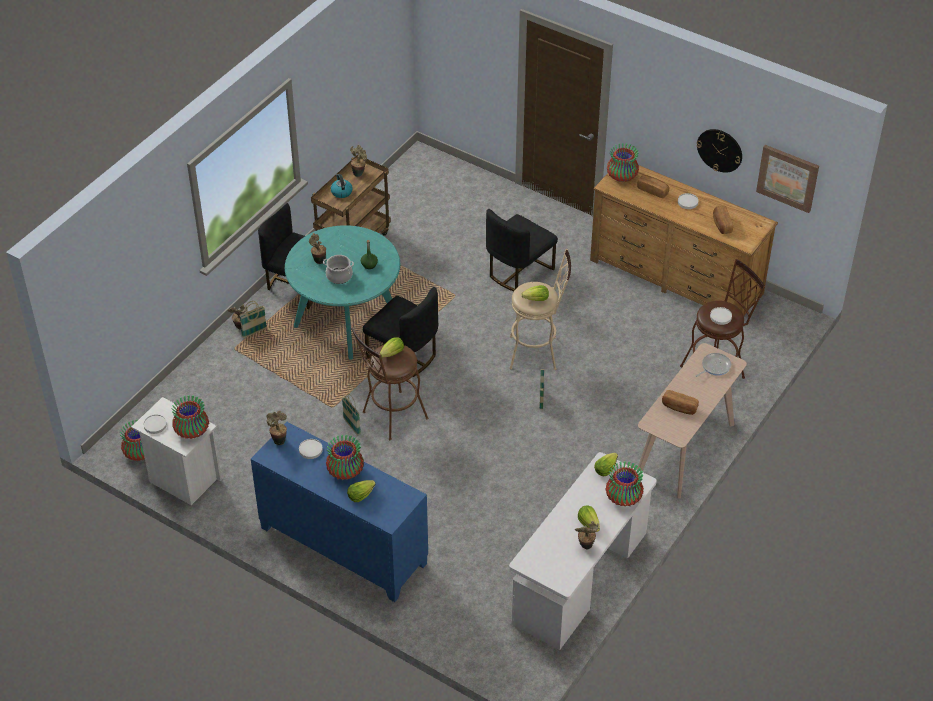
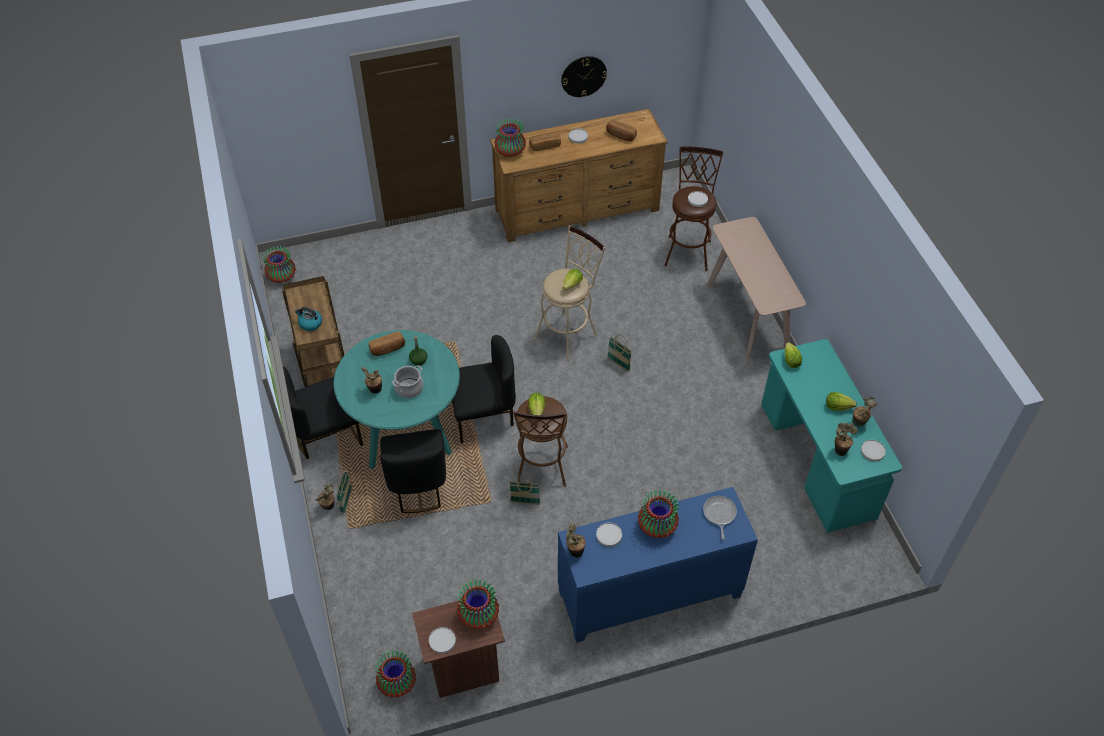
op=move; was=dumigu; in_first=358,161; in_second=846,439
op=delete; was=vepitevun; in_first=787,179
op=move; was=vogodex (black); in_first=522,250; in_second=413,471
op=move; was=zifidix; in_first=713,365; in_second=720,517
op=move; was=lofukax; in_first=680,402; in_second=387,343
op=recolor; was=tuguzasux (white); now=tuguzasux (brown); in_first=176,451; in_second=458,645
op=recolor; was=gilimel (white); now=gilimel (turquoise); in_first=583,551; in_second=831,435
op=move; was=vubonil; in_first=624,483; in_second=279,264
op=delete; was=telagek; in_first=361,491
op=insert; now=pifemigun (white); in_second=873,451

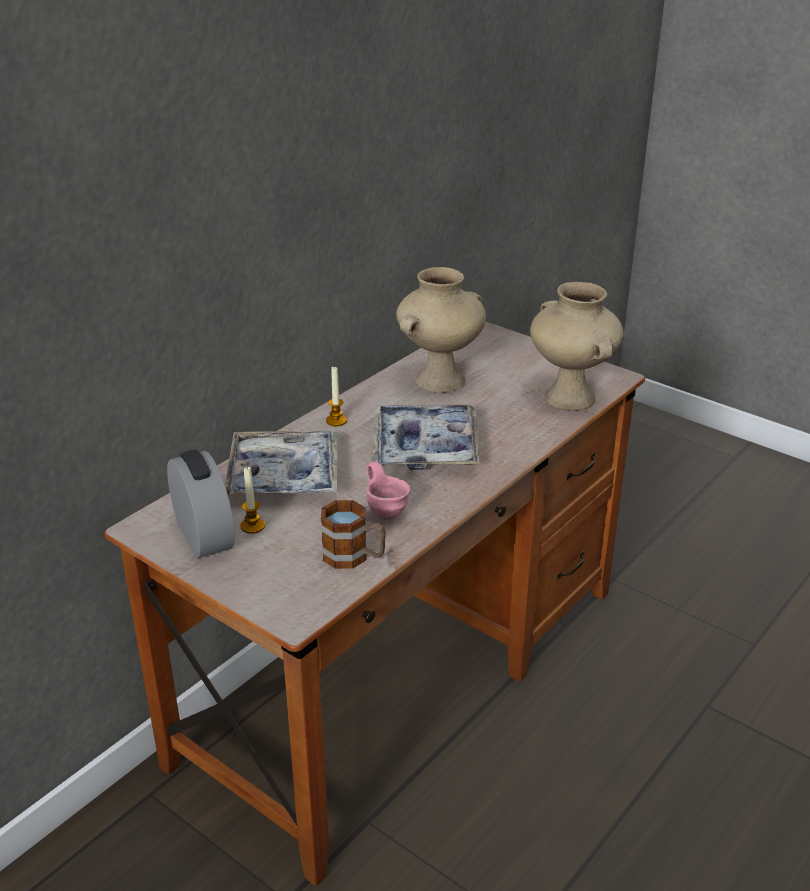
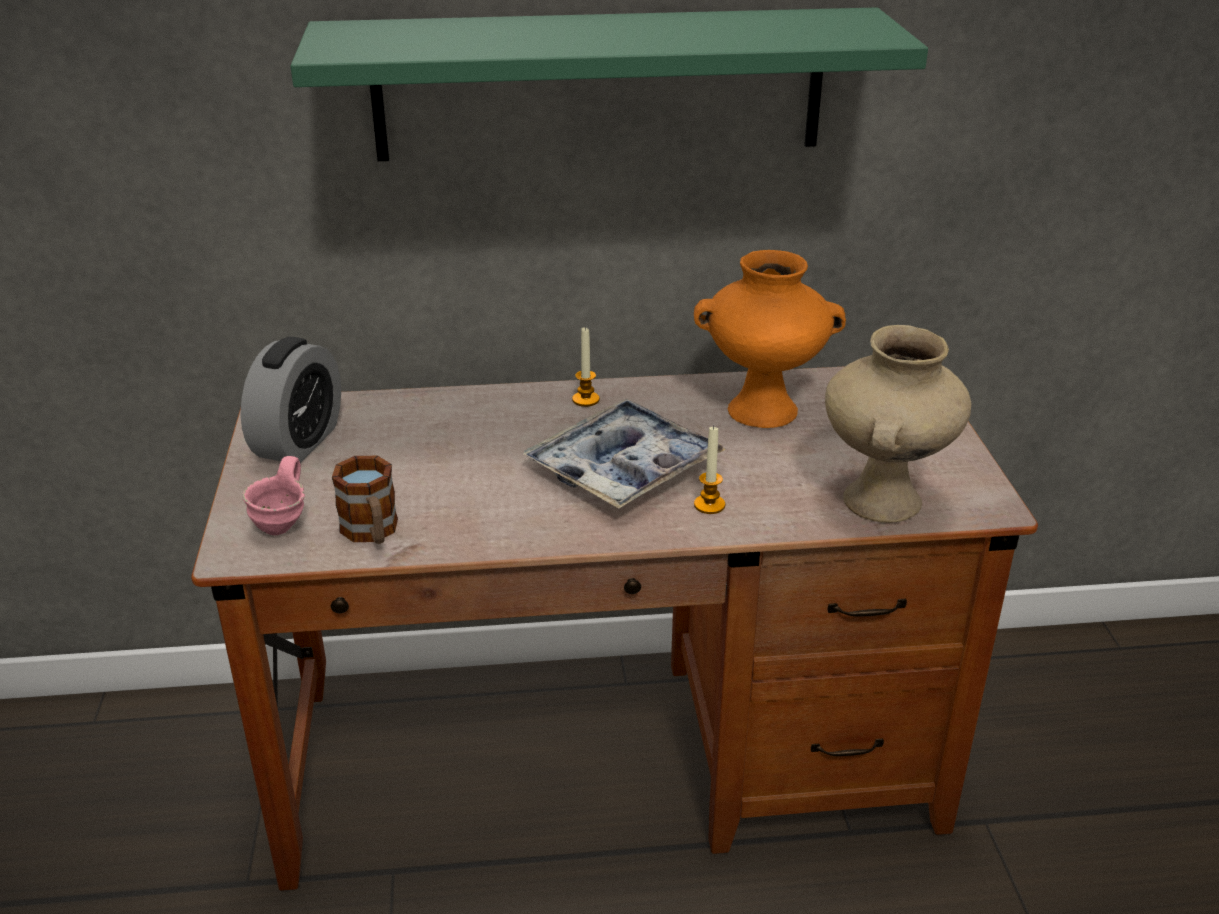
op=recolor; was=vubonil (beige); now=vubonil (orange); in_first=441,330; in_second=770,339
op=delete; was=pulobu; in_first=281,462
op=move; was=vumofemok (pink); in_first=388,491; in_second=273,495
op=move; was=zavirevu; in_first=252,500; in_second=709,469
op=insert; now=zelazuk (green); in_second=609,84

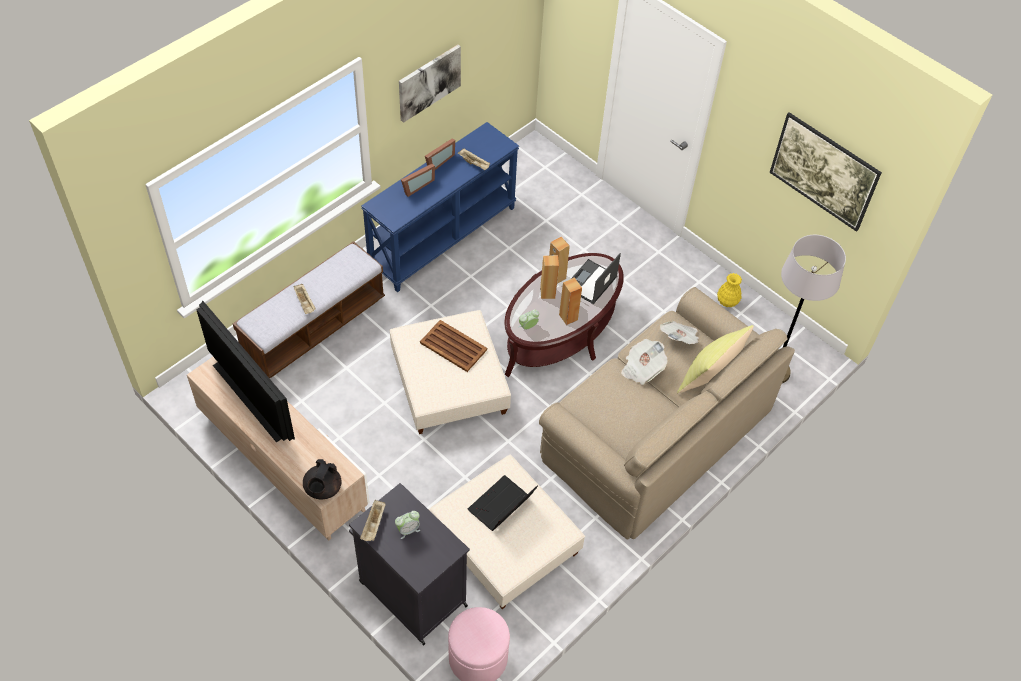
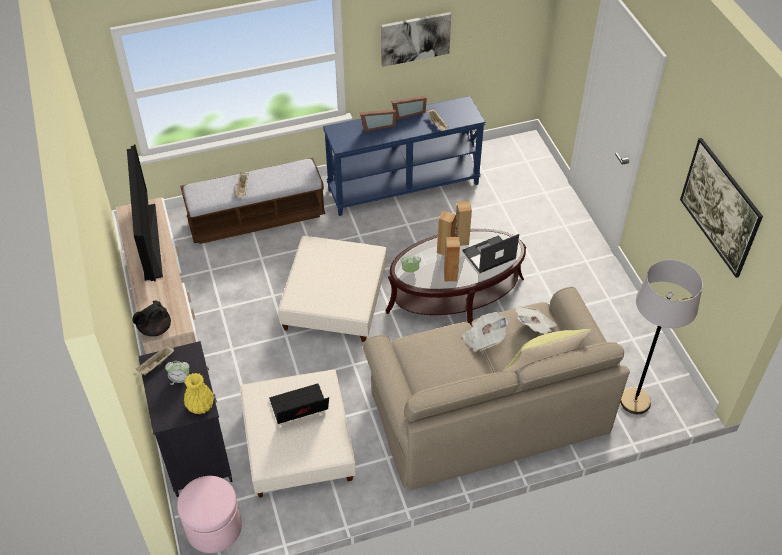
op=move; was=vubonil (yellow); in_first=729,290; in_second=199,393
op=delete; was=pulobu (brown); in_first=453,346

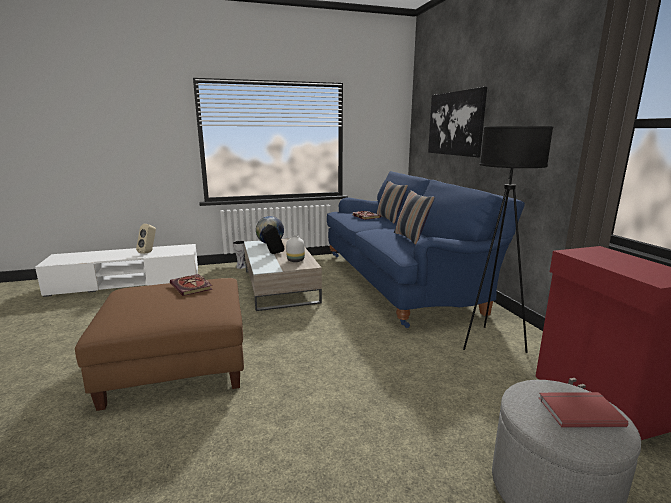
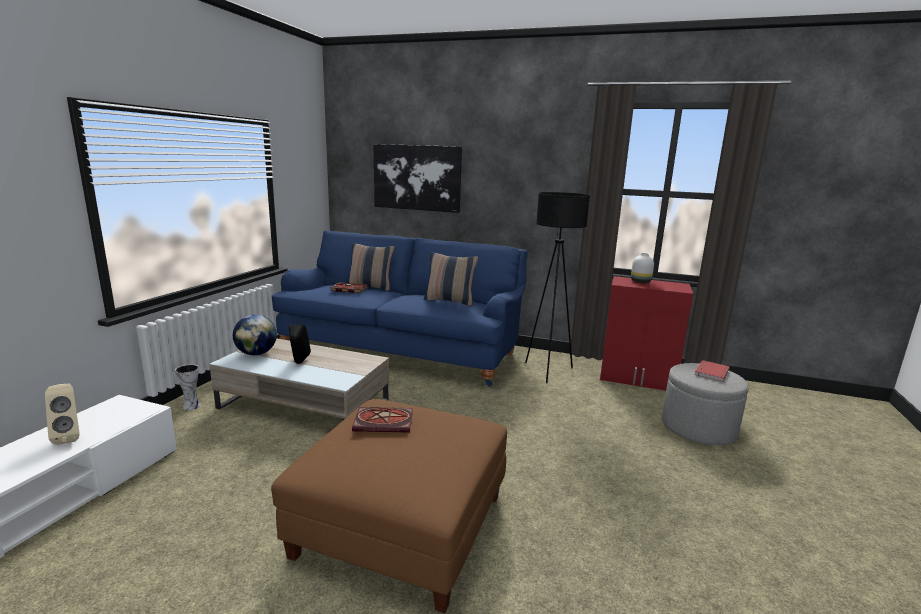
op=move; was=vubonil (white); in_first=295,248; in_second=642,268

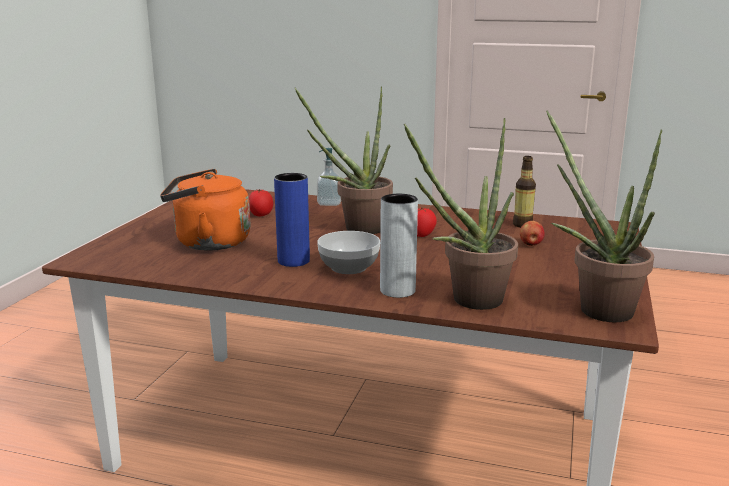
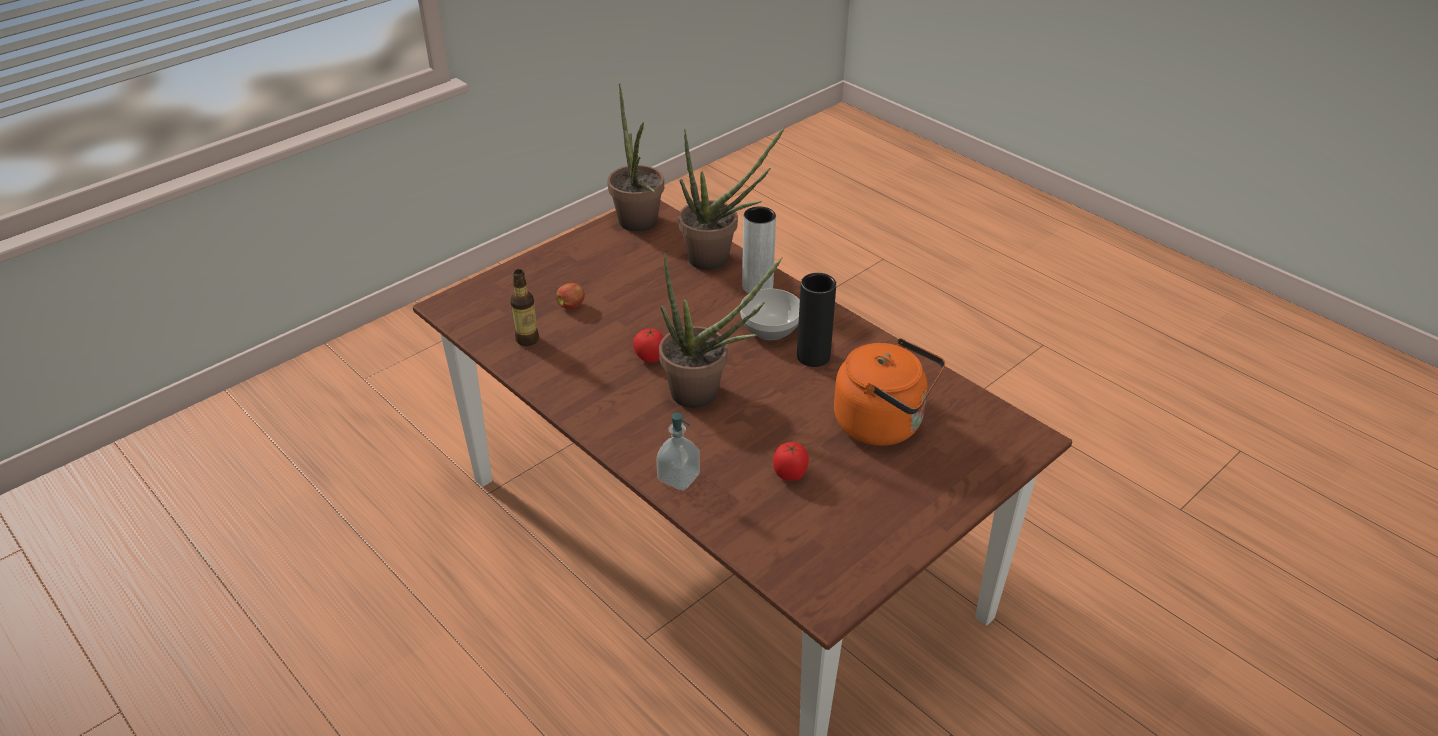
op=recolor; was=vubonil (blue); now=vubonil (black); in_first=292,220; in_second=816,320

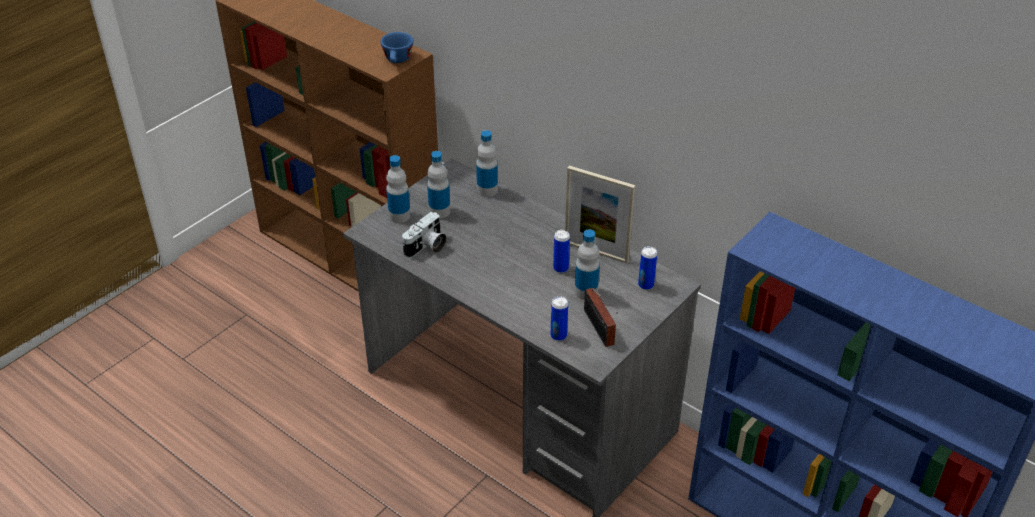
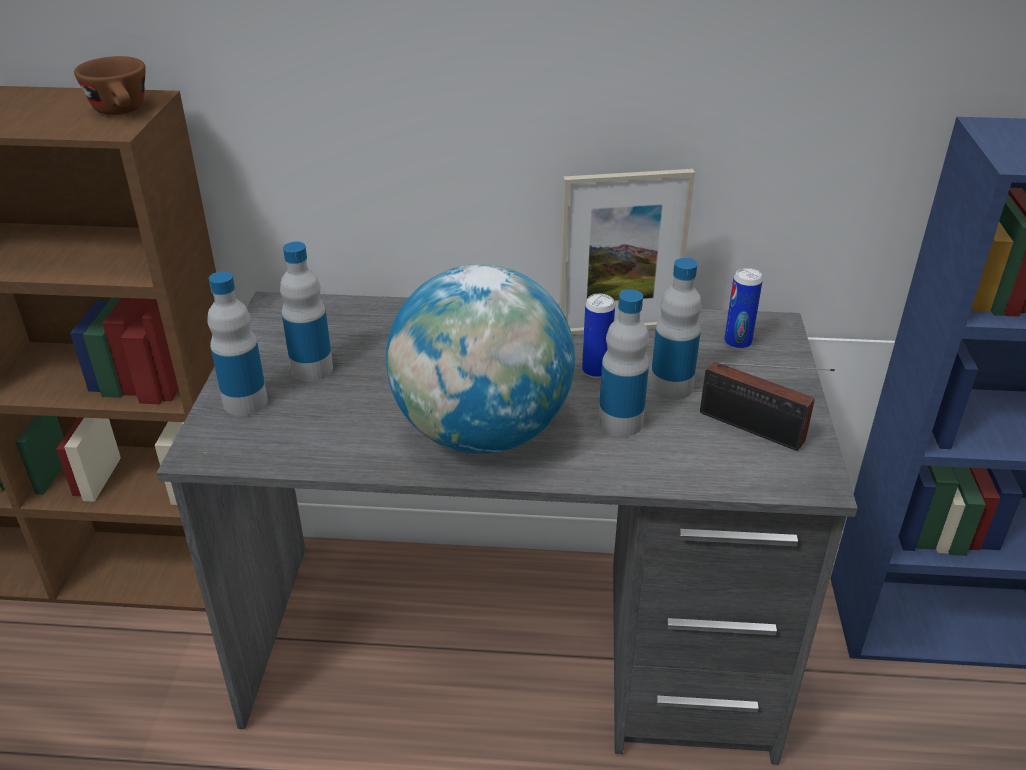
op=recolor; was=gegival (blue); now=gegival (brown); in_first=397,47; in_second=110,85
op=move; was=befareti; in_first=487,163; in_second=623,363
op=delete; was=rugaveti; in_first=424,235
op=delete; was=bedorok; in_first=559,318
op=insert; now=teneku; in_second=480,359

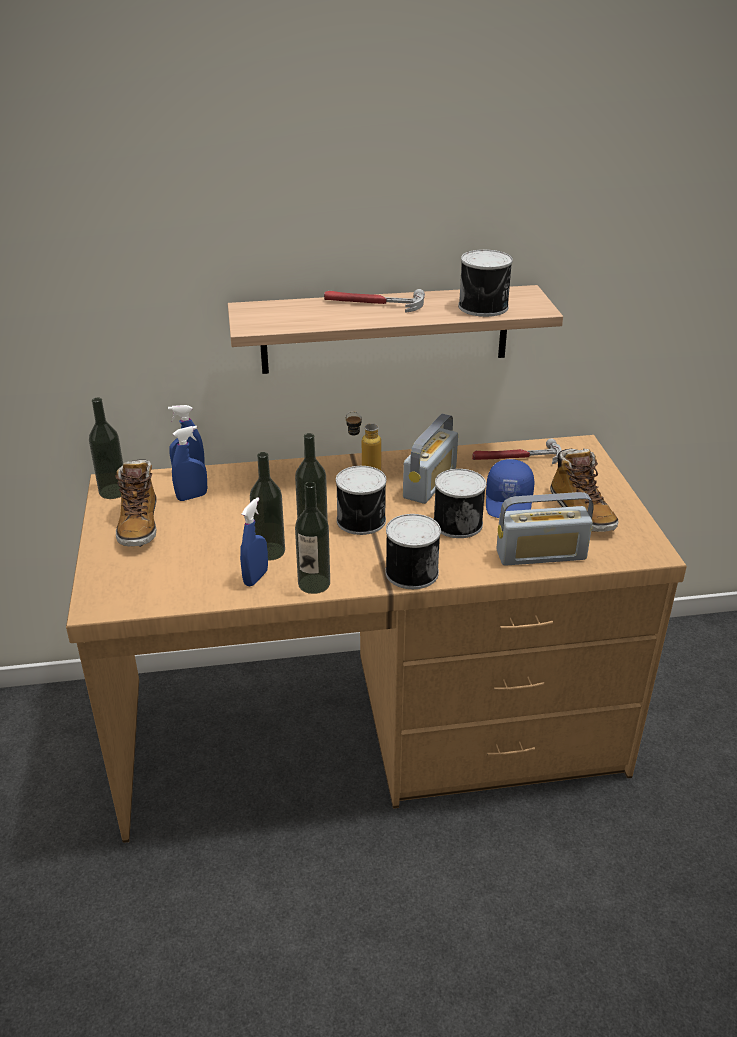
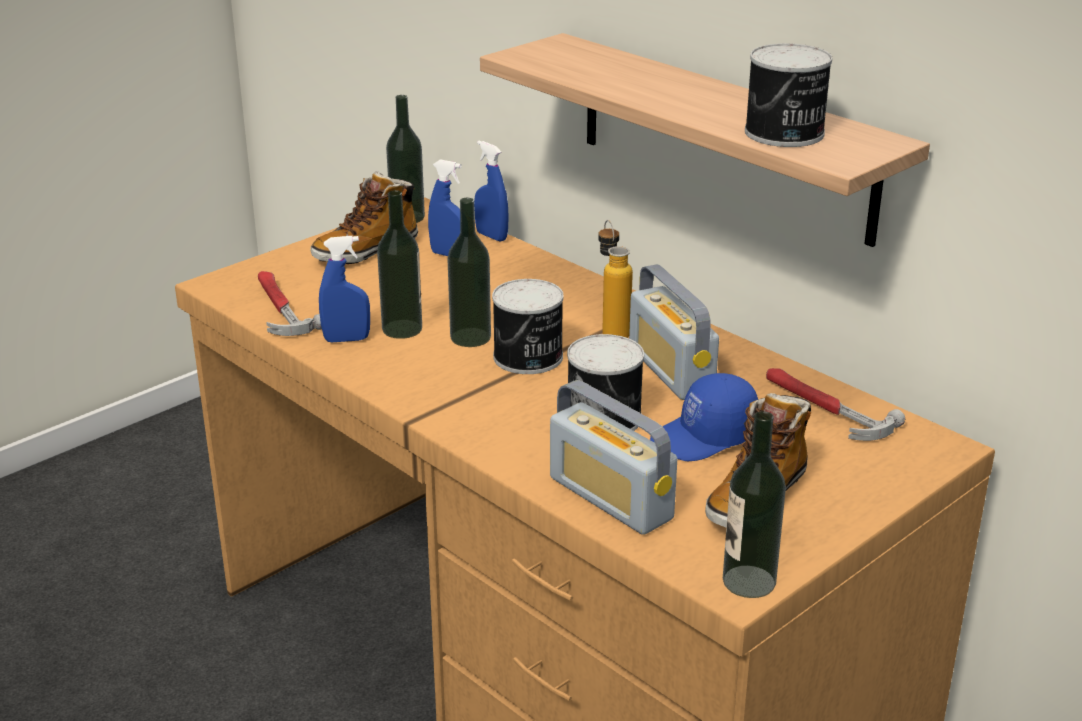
op=move; was=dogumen; in_first=374,301; in_second=290,303
op=rotate; was=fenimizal; in_first=430,459; in_second=674,332; clockwise=75
op=move; was=befareti; in_first=312,538; in_second=754,504
op=delete; was=bedorok; in_first=413,551

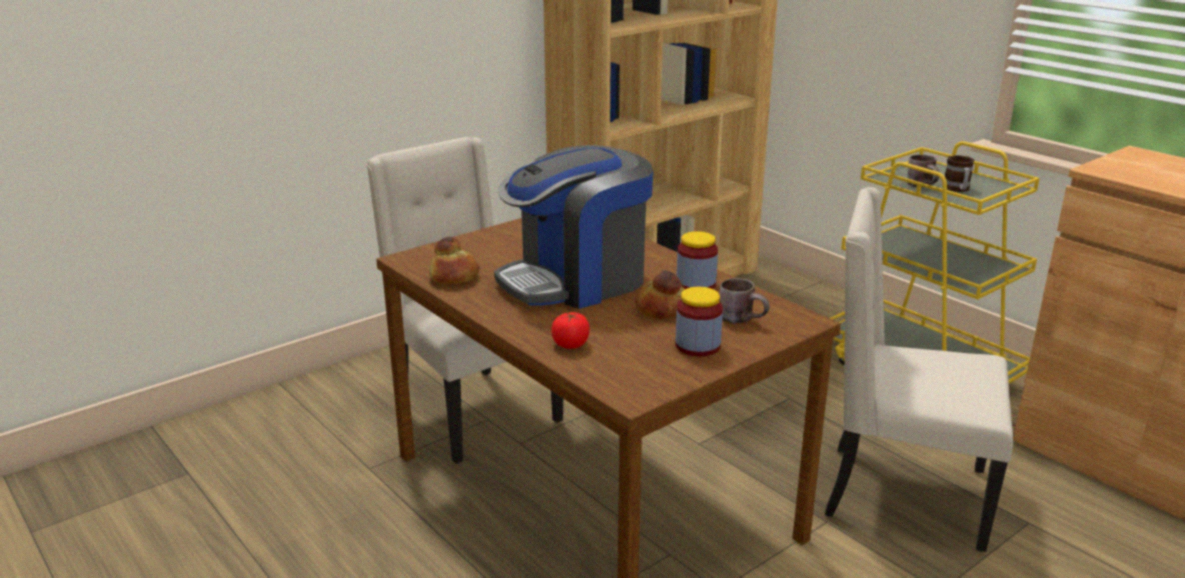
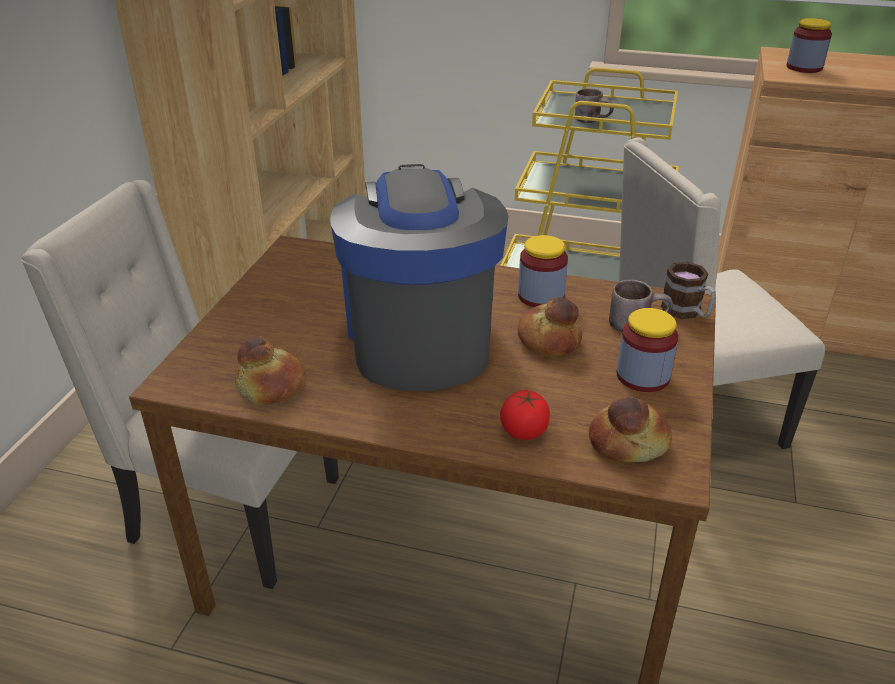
op=rotate; was=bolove; in_first=573,227; in_second=419,277; clockwise=150
op=move; was=vumofemok; in_first=960,173; in_second=688,290
op=insert; now=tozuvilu; in_second=809,45
op=insert; now=lofukax; in_second=630,429

